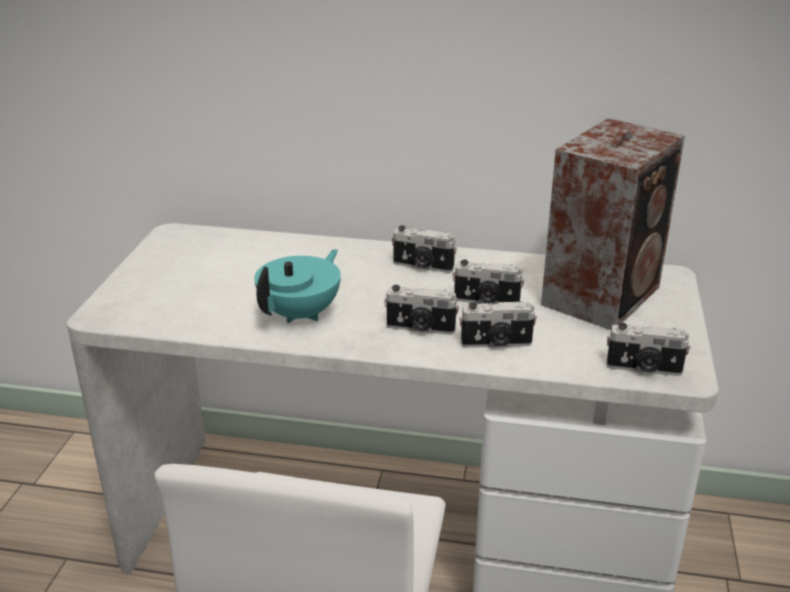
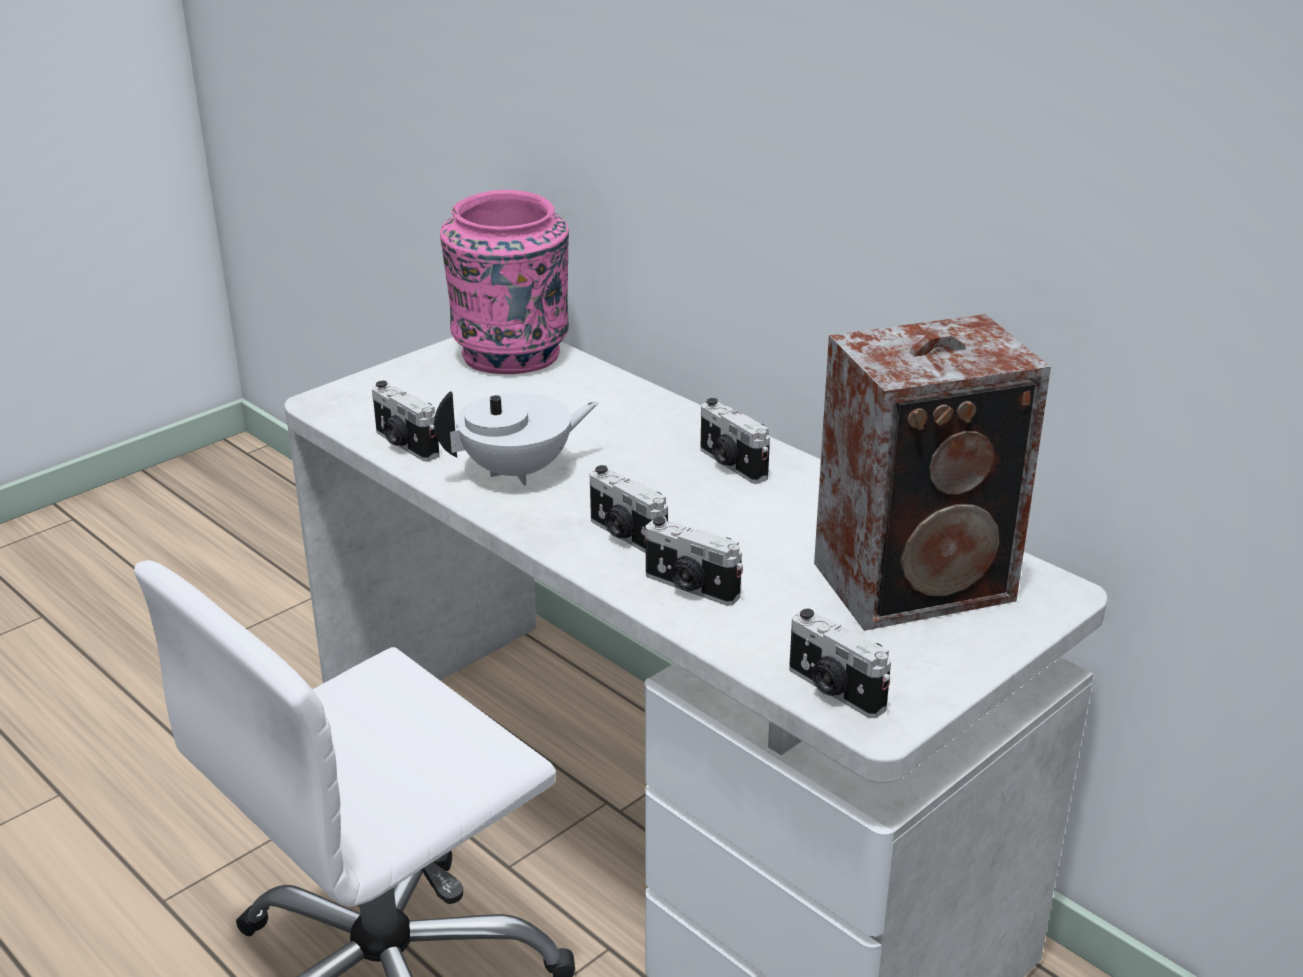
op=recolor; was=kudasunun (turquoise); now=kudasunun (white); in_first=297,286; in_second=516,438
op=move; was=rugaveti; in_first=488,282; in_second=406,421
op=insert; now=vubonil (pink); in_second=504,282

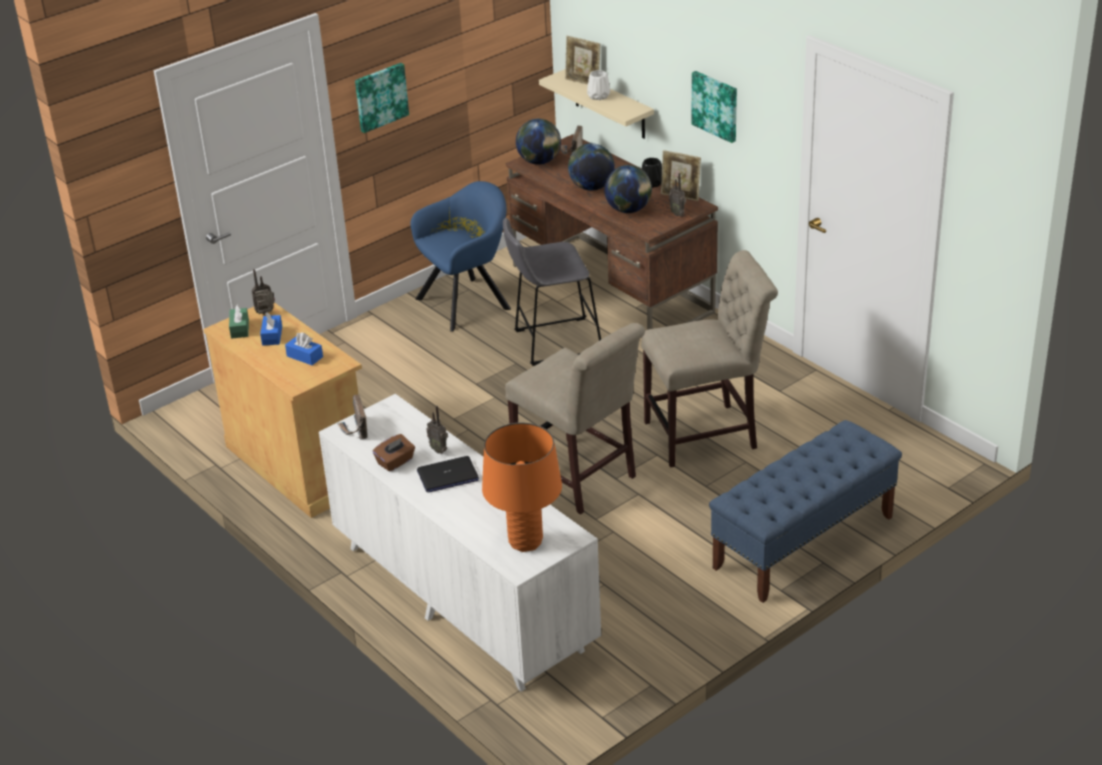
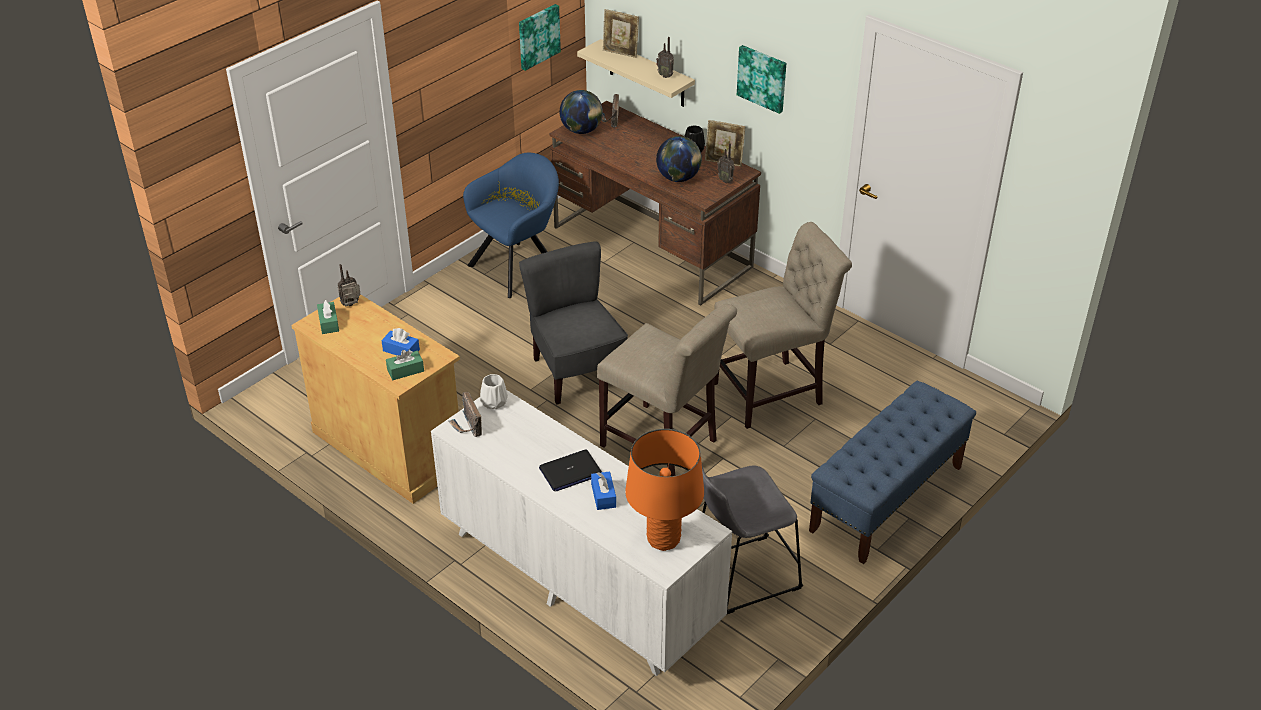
op=move; was=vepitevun; in_first=382,98; in_second=540,37
op=move; was=vubonil (white); in_first=598,85; in_second=494,391
op=delete; was=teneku; in_first=591,167
op=move; was=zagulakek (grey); in_first=552,292; in_second=752,537
op=move; was=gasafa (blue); in_first=271,329; in_second=603,490
op=move; was=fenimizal; in_first=437,430; in_second=665,57
op=delete; was=gasafa (brown); in_first=394,453
op=insert; now=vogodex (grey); in_second=573,323
op=insert; now=gasafa (green); in_second=405,365

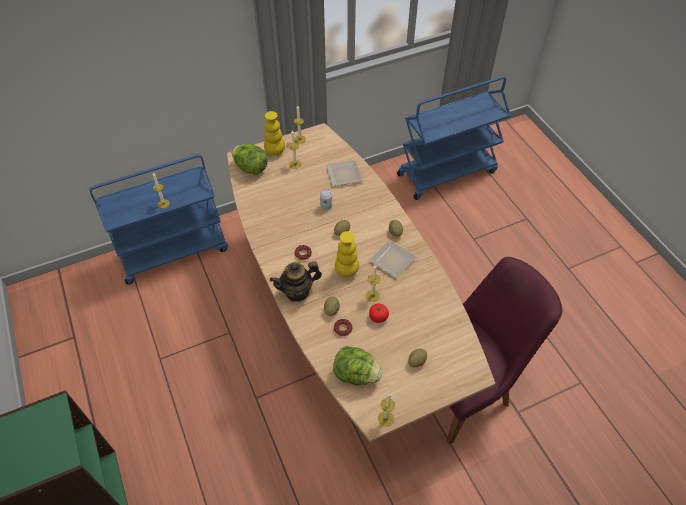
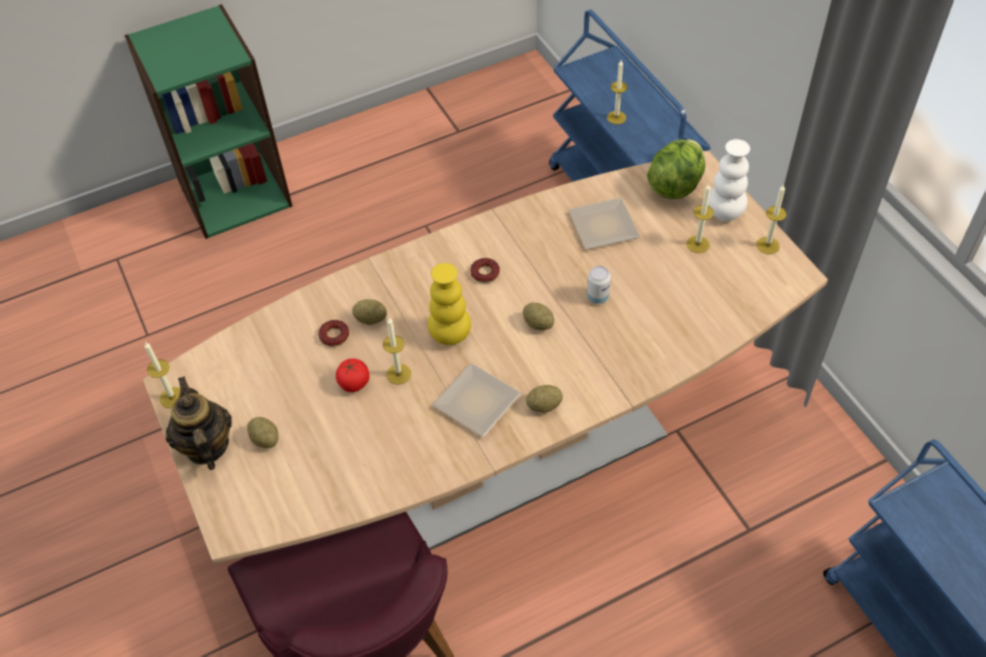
op=recolor; was=vubonil (yellow); now=vubonil (white); in_first=274,133; in_second=729,180
op=move; was=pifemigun; in_first=344,173; in_second=604,224
op=move; was=kudasunun; in_first=296,282; in_second=199,423
op=delete; was=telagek; in_first=357,366

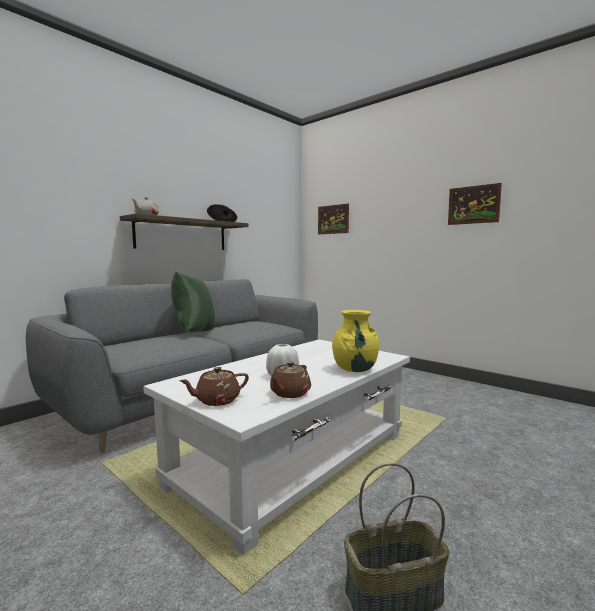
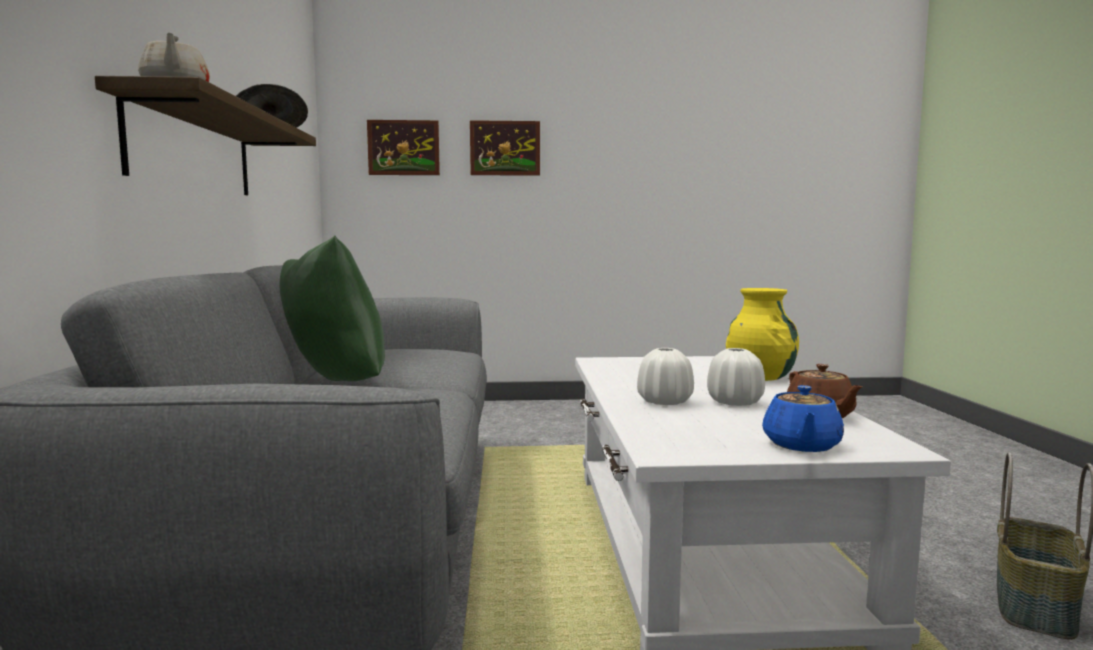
op=move; was=vepitevun; in_first=475,204; in_second=505,148
op=recolor; was=kudasunun (brown); now=kudasunun (blue); in_first=214,386; in_second=803,418
op=insert; now=vubonil (white); in_second=665,376

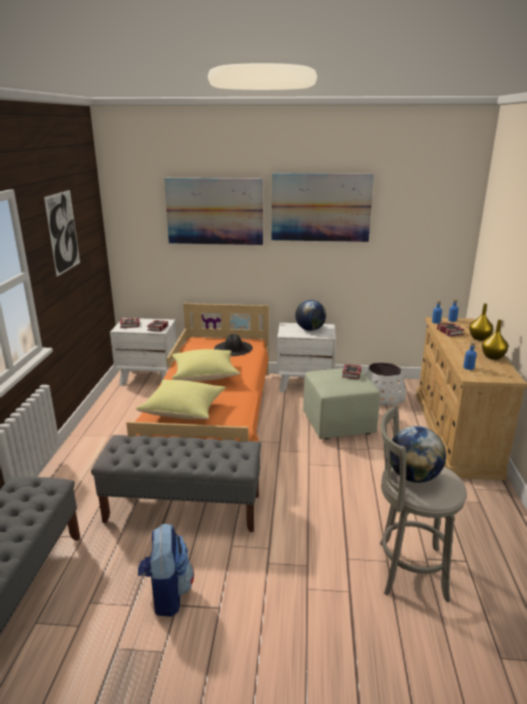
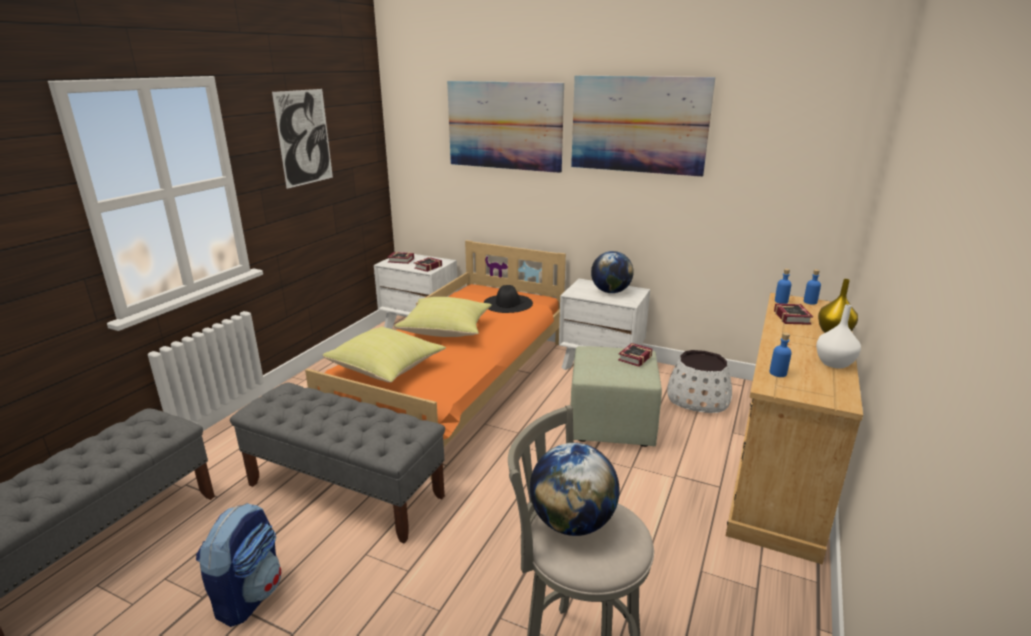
op=recolor; was=vubonil (yellow); now=vubonil (white); in_first=495,340; in_second=838,336

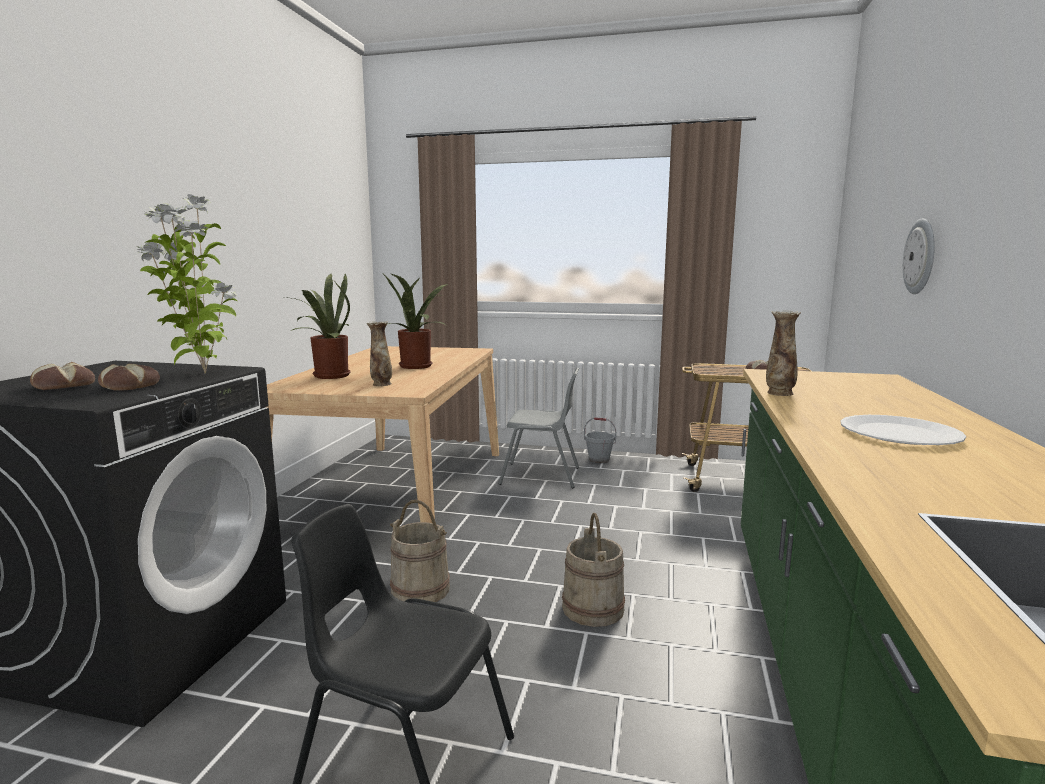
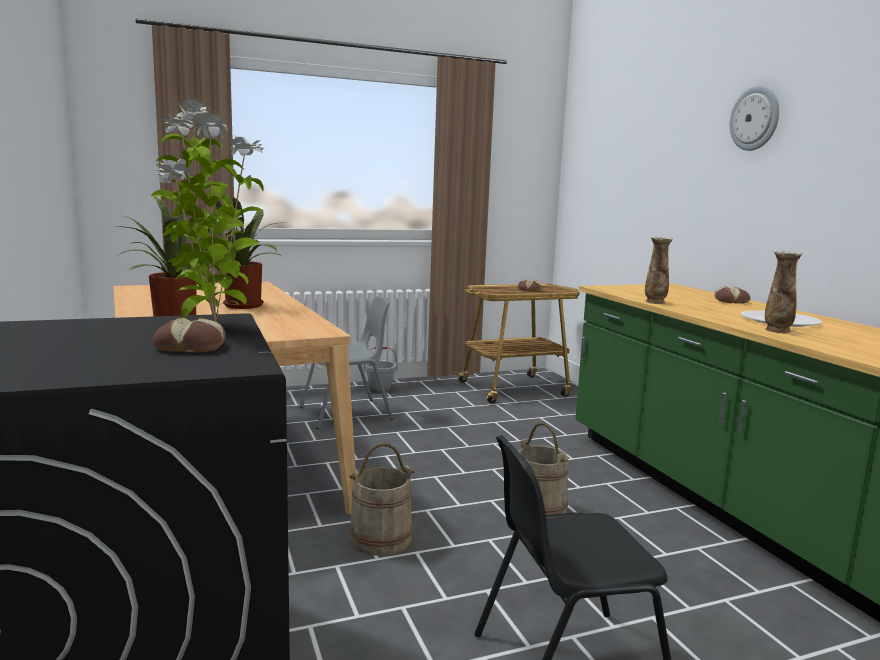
op=move; was=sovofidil; in_first=919,256; in_second=755,118
op=move; was=vubonil; in_first=379,353; in_second=784,292
op=move; was=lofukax; in_first=62,376; in_second=732,294

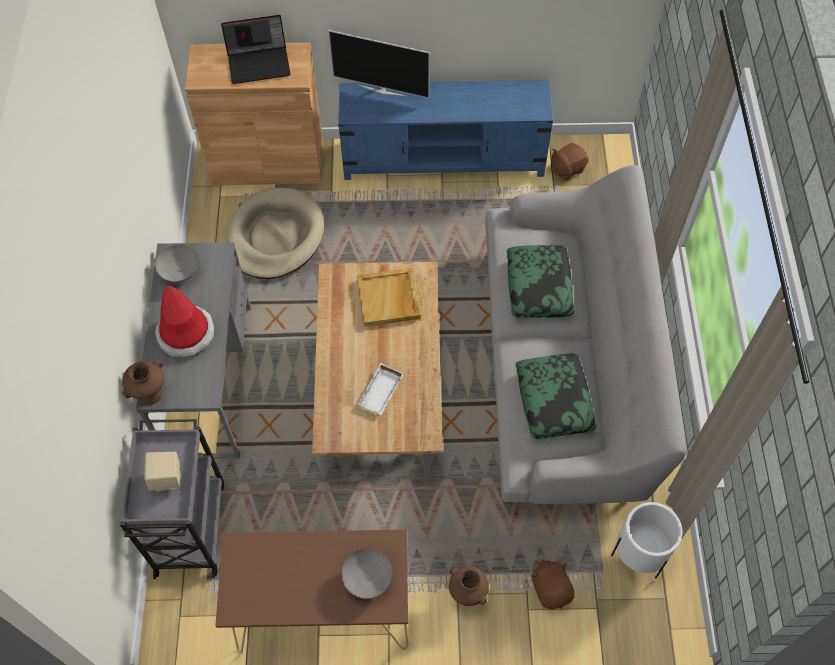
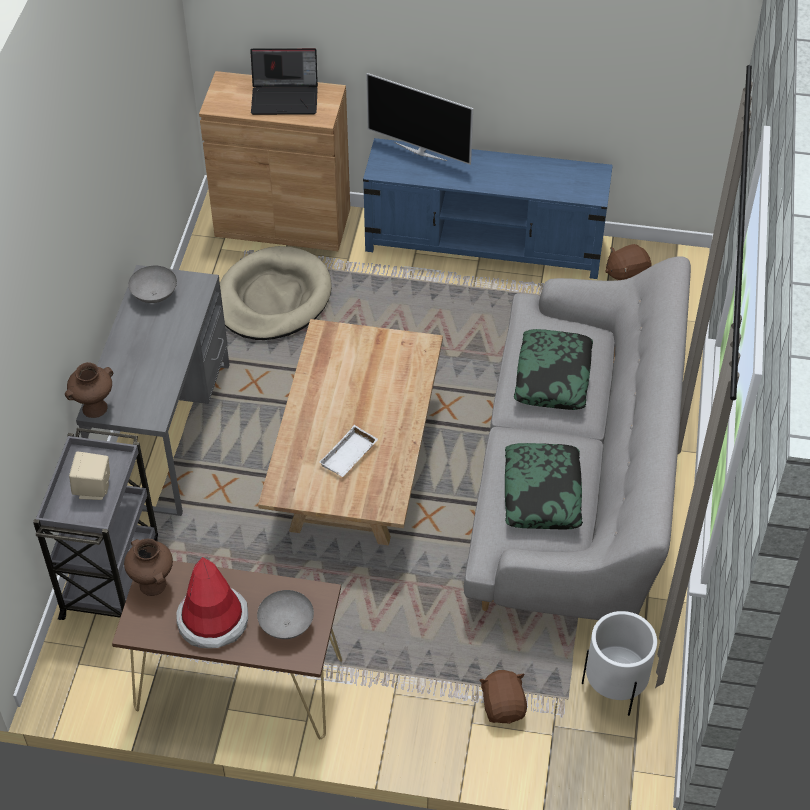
op=delete; was=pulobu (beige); in_first=388,297
op=move; was=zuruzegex; in_first=184,321; in_second=212,602
op=move; was=vubonil (brown); in_first=469,586; in_second=148,567

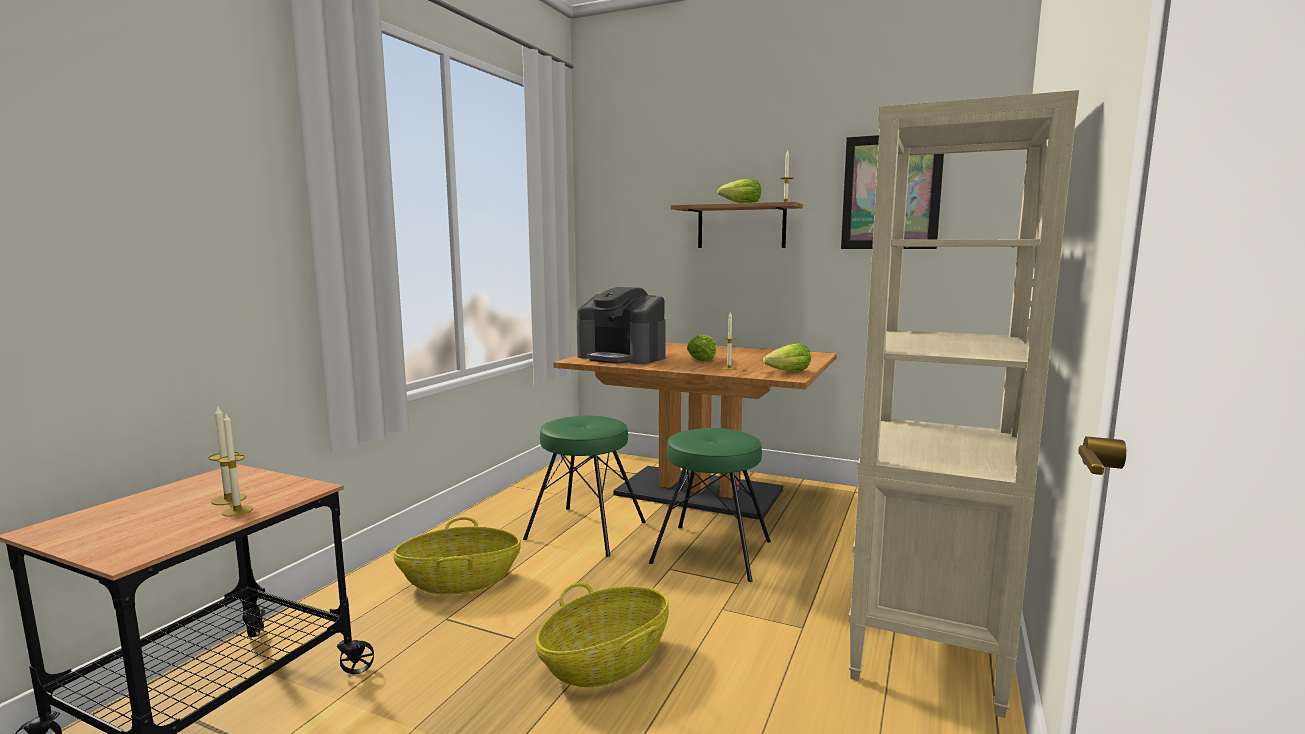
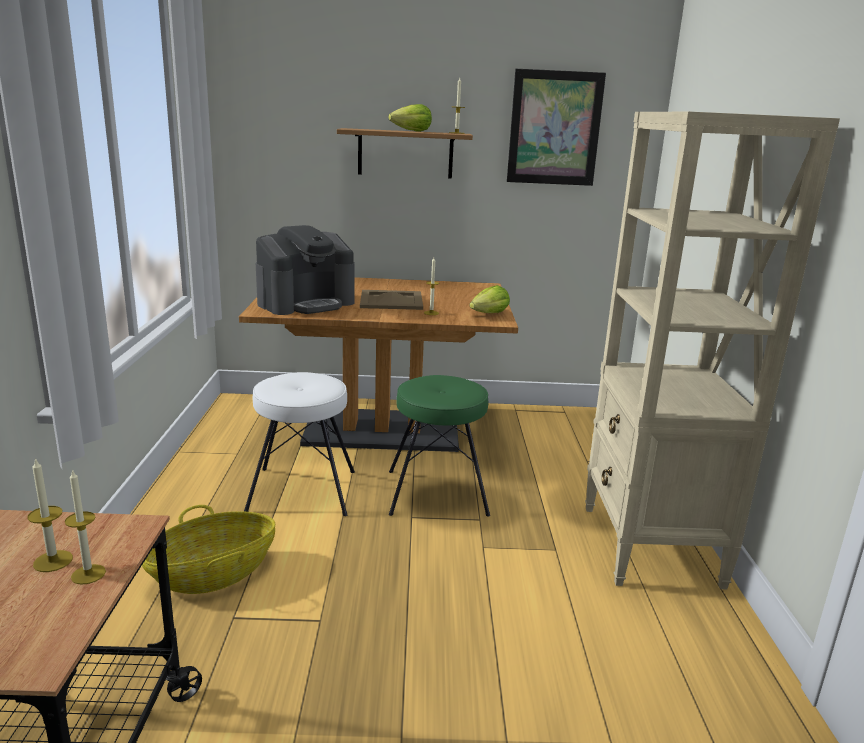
op=rotate; was=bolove; in_first=621,325; in_second=305,270; clockwise=-45
op=replace; was=telagek; now=pulobu (beige); in_first=701,348; in_second=391,300
op=recolor; was=zagulakek (green); now=zagulakek (white); in_first=584,486; in_second=299,444
op=delete; was=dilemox; in_first=602,634

